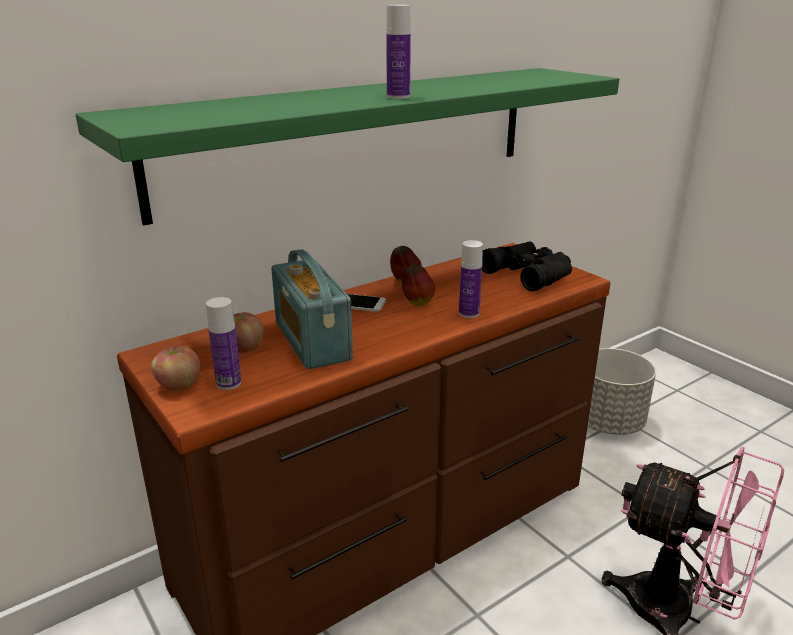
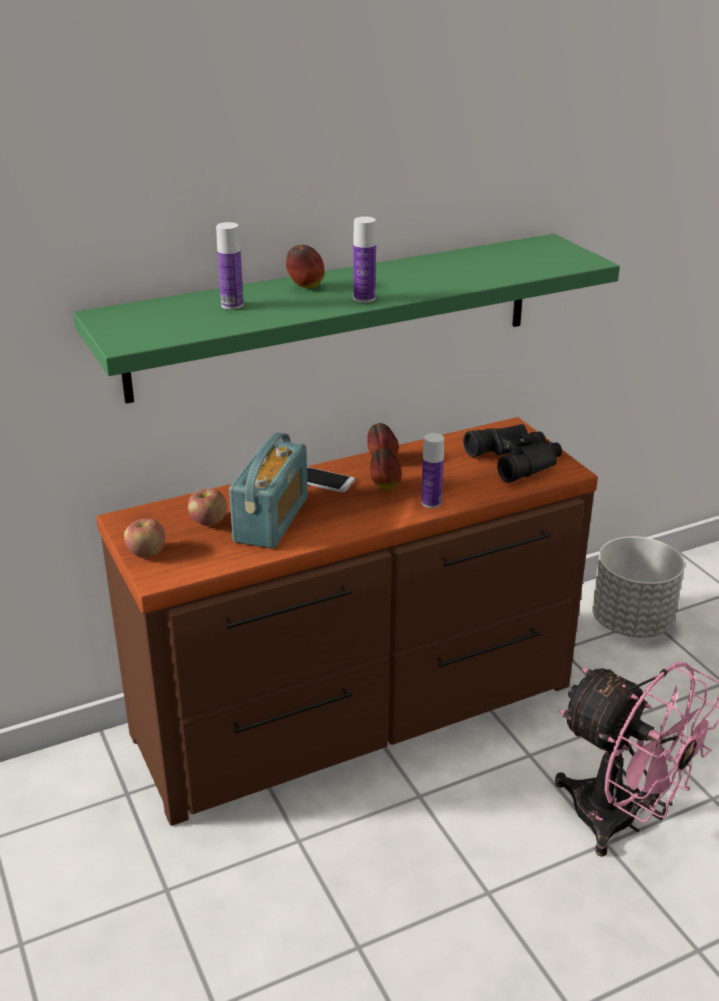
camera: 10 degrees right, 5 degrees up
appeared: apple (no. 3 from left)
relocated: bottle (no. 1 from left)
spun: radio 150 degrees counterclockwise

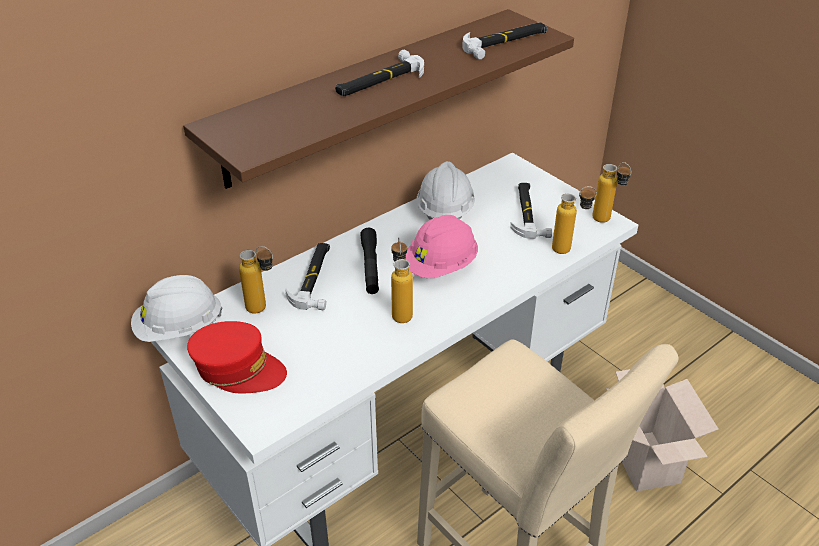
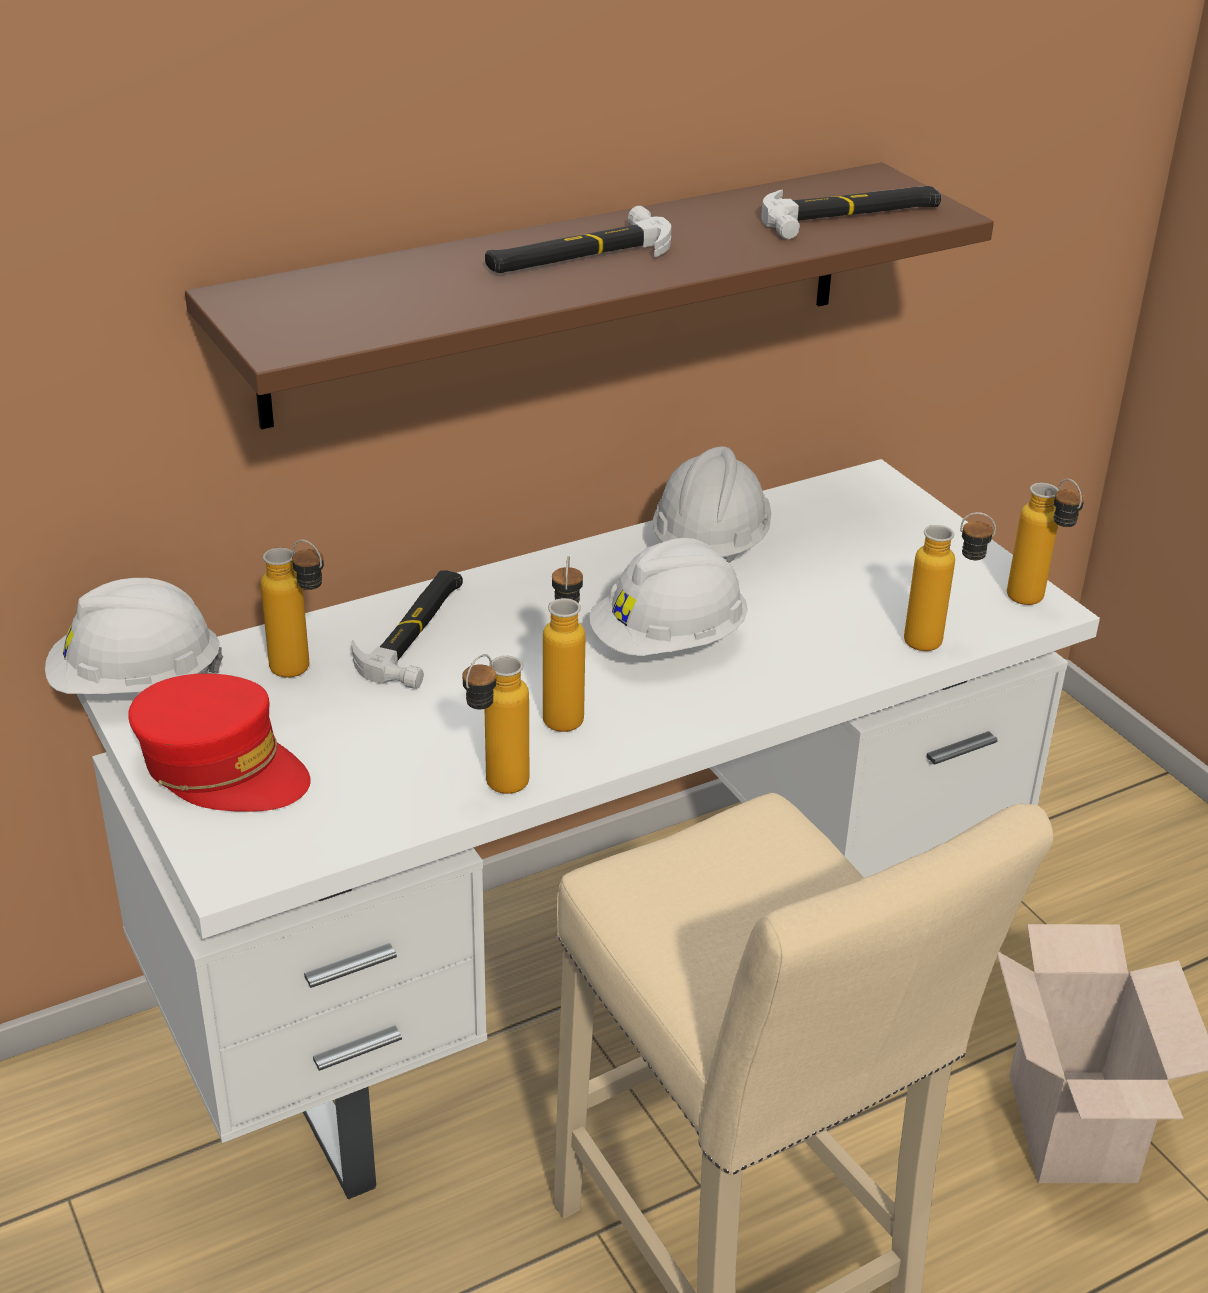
camera: 10 degrees right, 5 degrees down
missing: hammer (no. 4 from left); flashlight/black
appeared: bottle (no. 2 from left)
colour: hard hat/pink to hard hat/white (no. 2 from left)

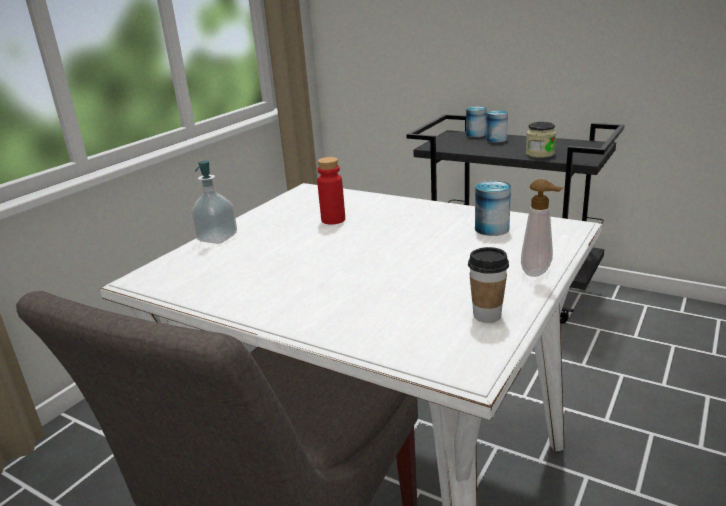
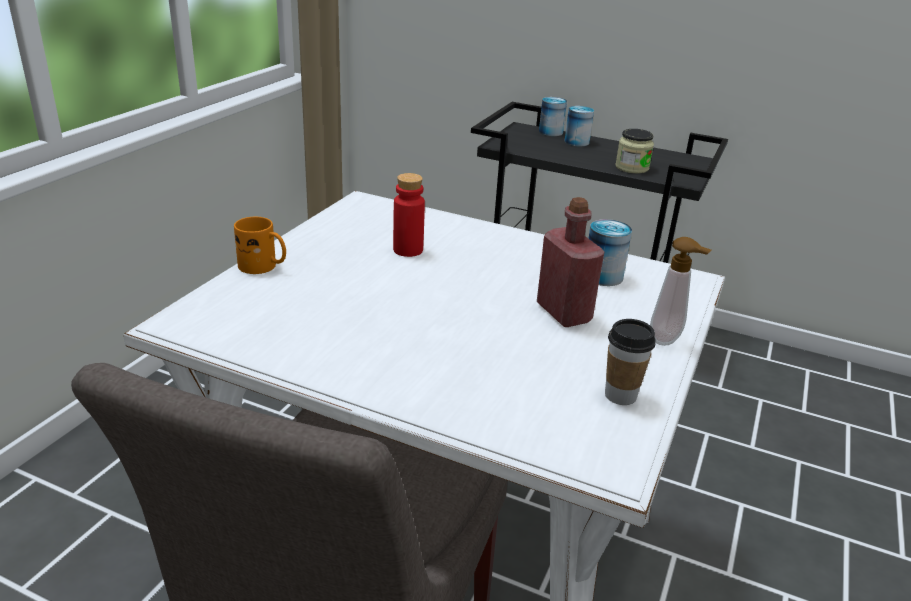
camera: 10 degrees left, 5 degrees up
appeared: bottle/red (no. 2 from left)
exchanged: soap dispenser (no. 1 from left) to mug/orange

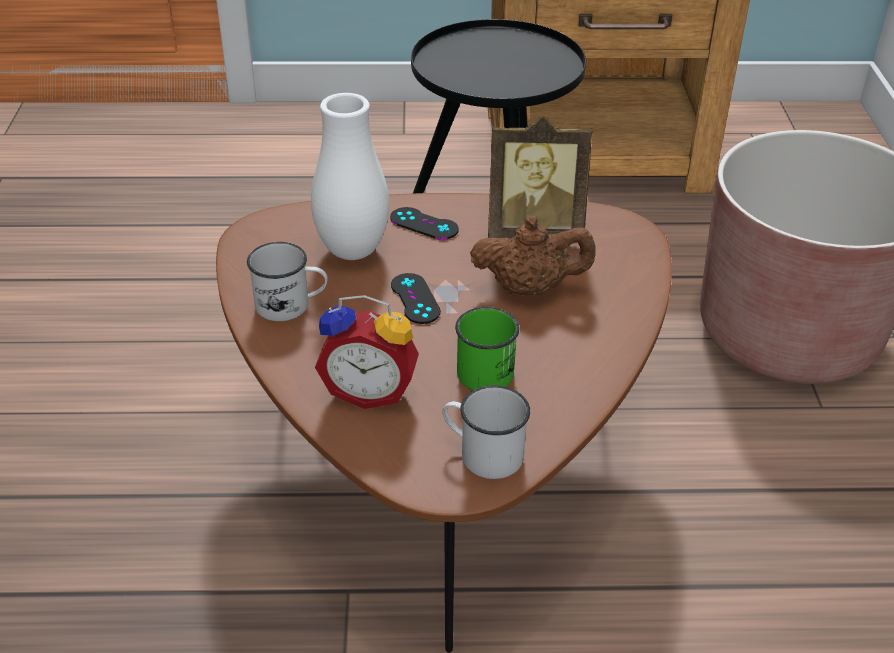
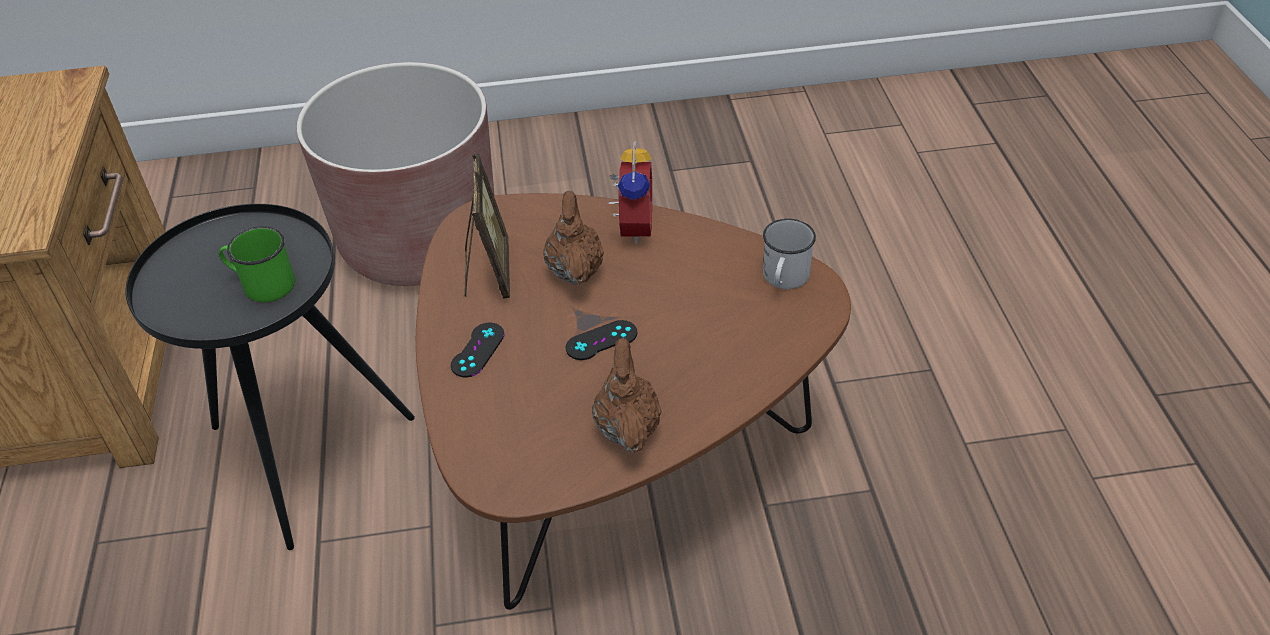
camera: 95 degrees left, 5 degrees up
missing: vase/white
relocated: alarm clock; mug/green
exchanged: mug/white (no. 1 from left) to teapot/brown (no. 2 from left)

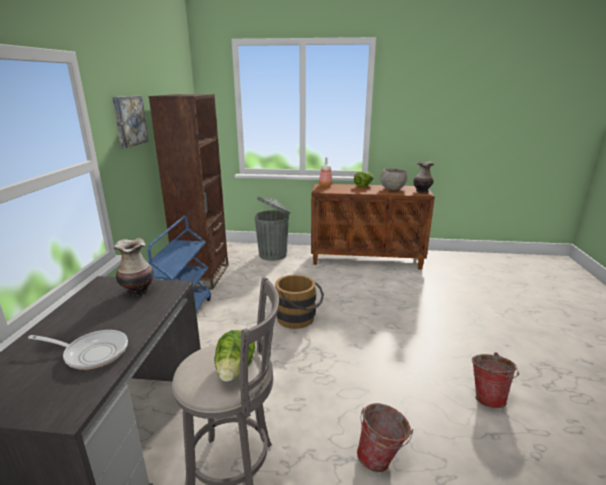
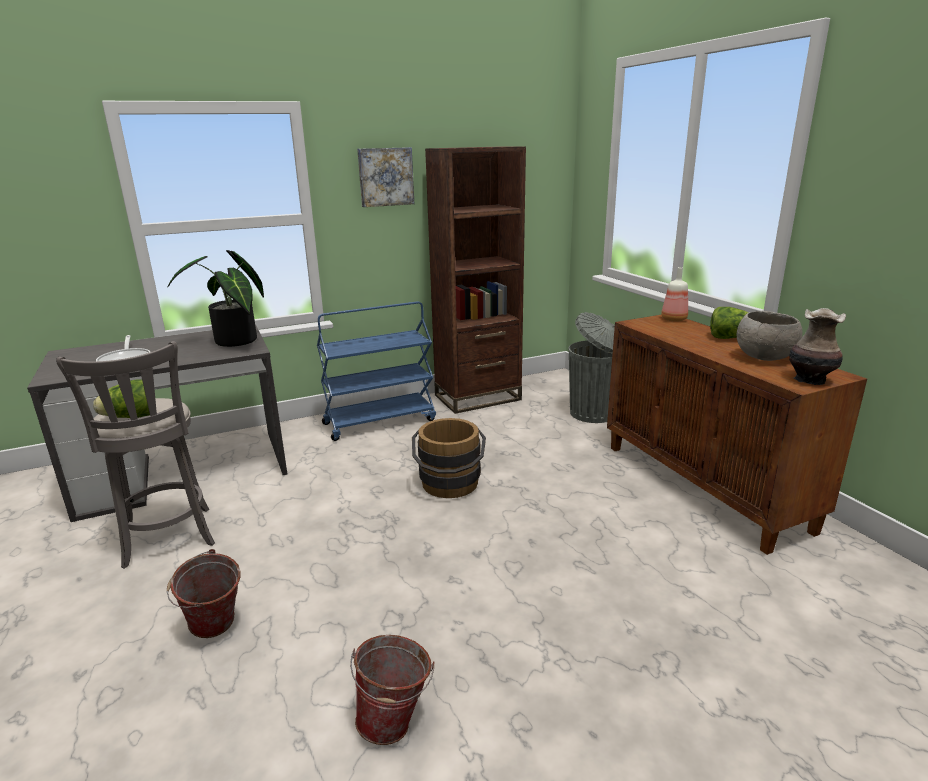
camera: 60 degrees right, 0 degrees up
exchanged: vase (no. 1 from left) to potted plant

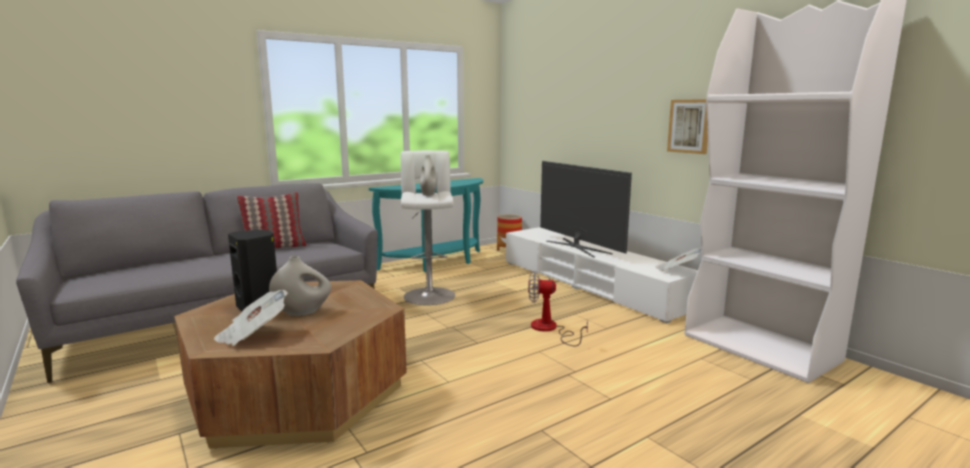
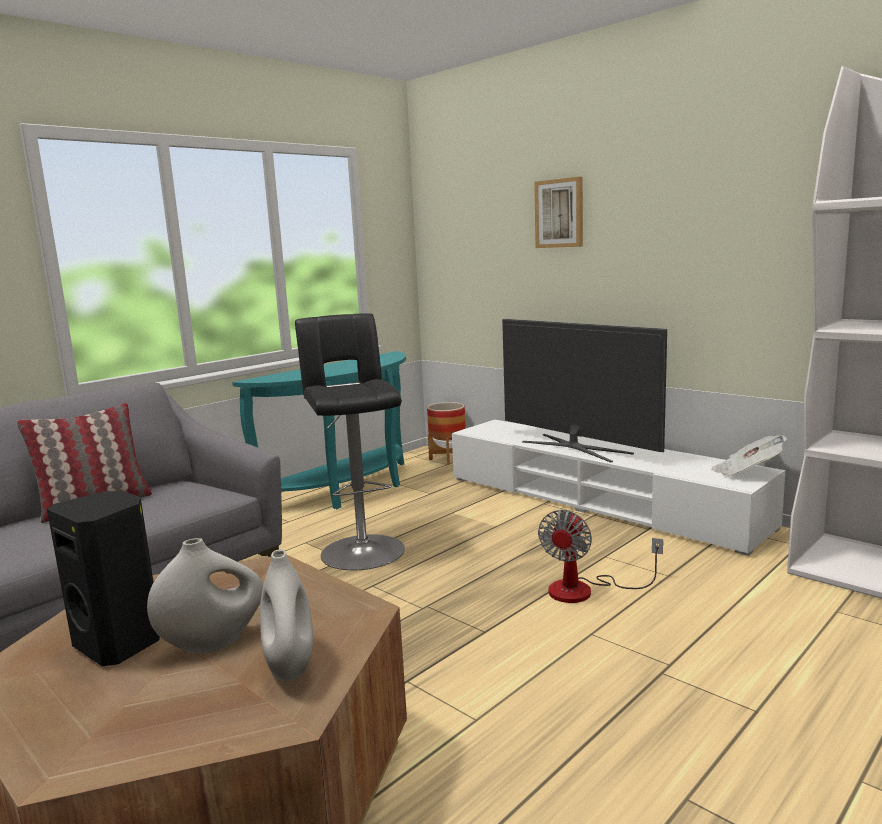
camera: 10 degrees left, 0 degrees up
missing: newspaper (no. 1 from left)
relocated: picture; vase/white (no. 2 from left)
colour: stool/white to stool/black
spun: fan 60 degrees counterclockwise

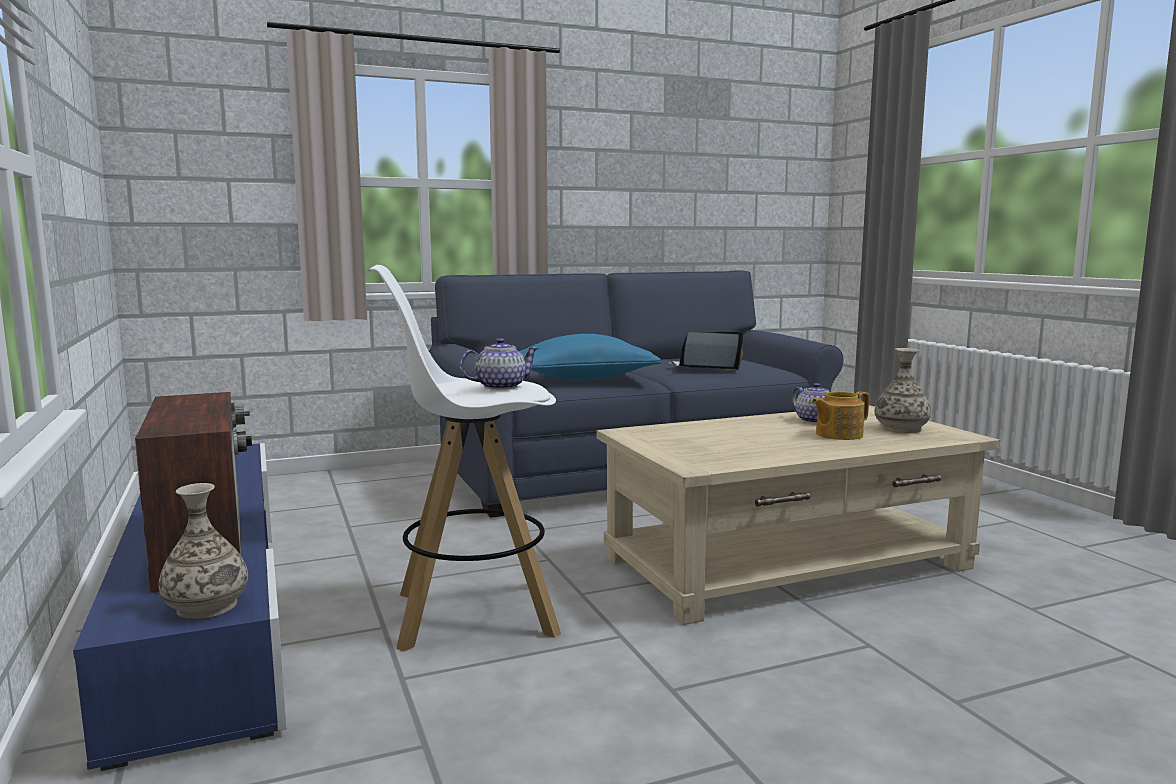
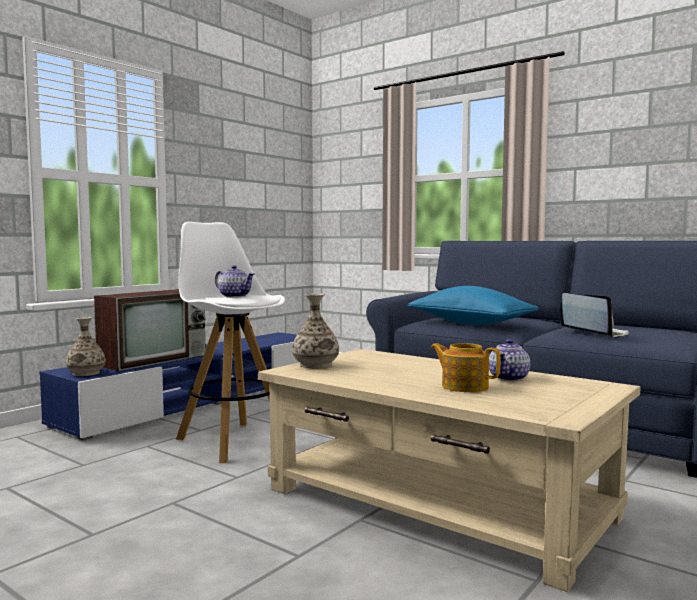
camera: 60 degrees right, 5 degrees down
relocated: vase (no. 2 from left)

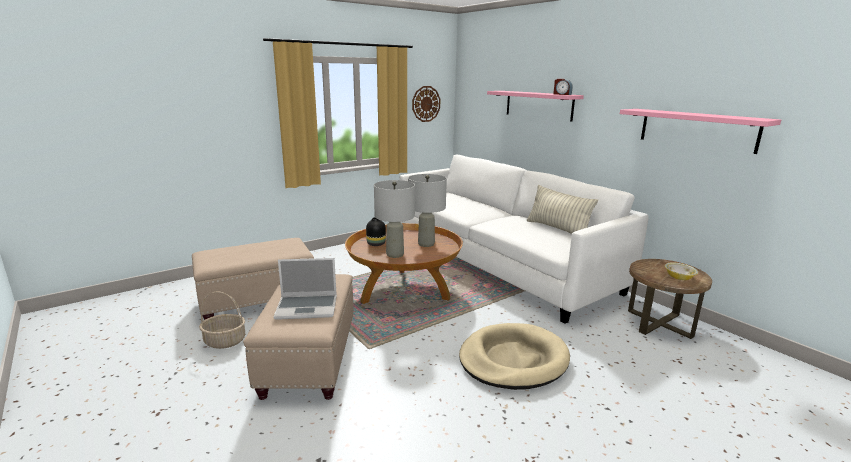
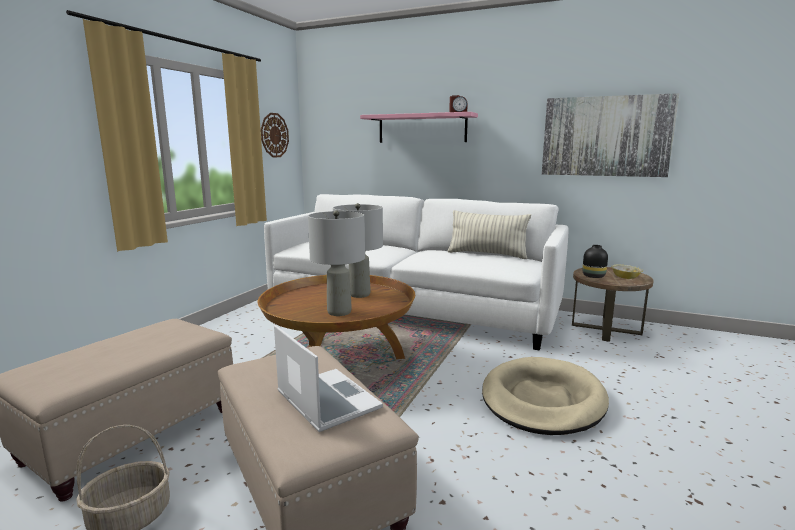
camera: 30 degrees left, 5 degrees down
relocated: vase/black
exchanged: shelf/pink (no. 2 from left) to picture
spun: laptop 90 degrees counterclockwise

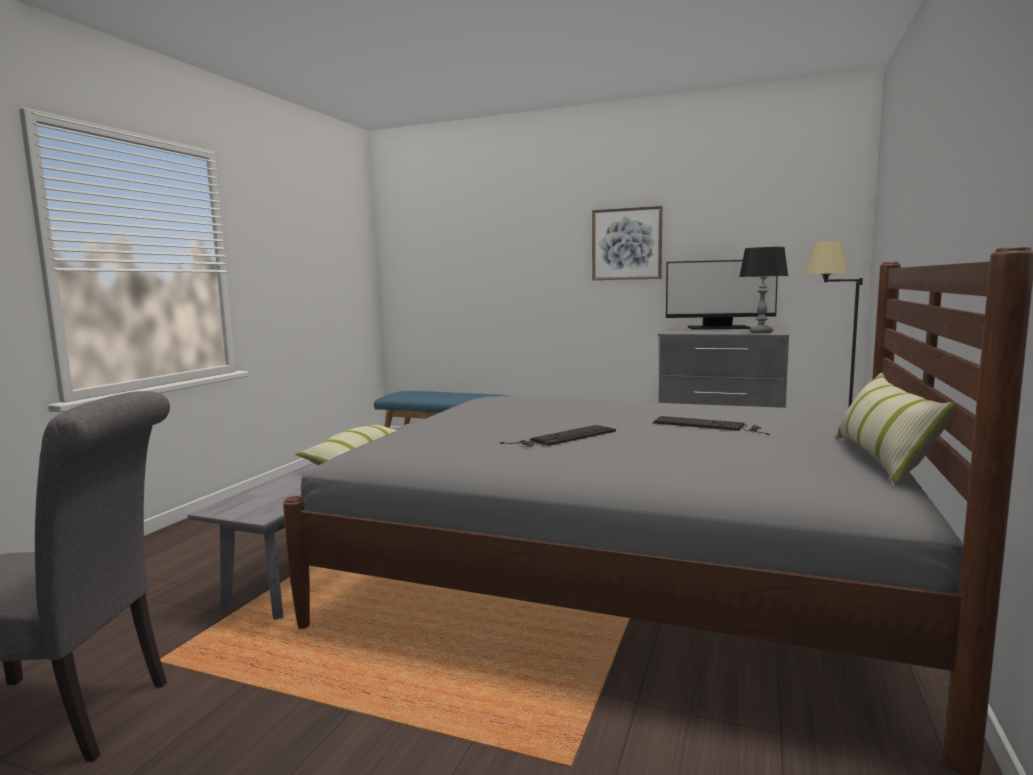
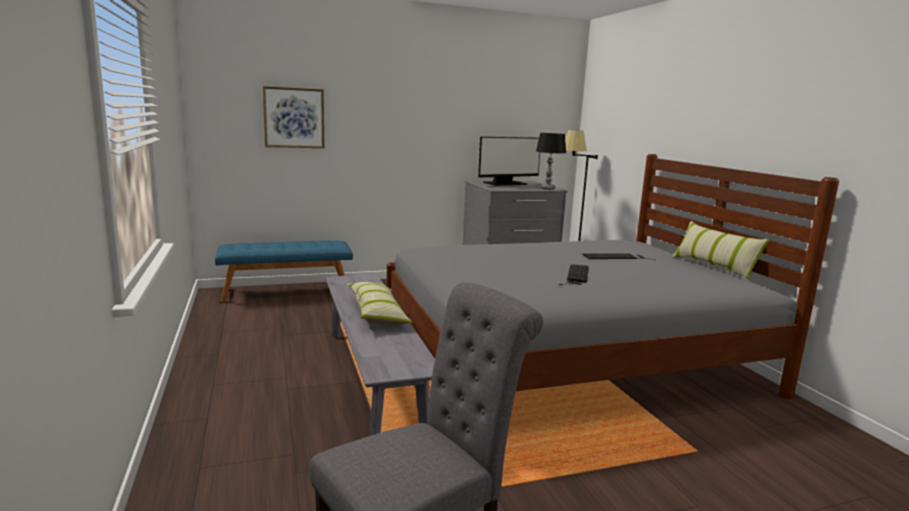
camera: 40 degrees left, 5 degrees up
relocated: picture

